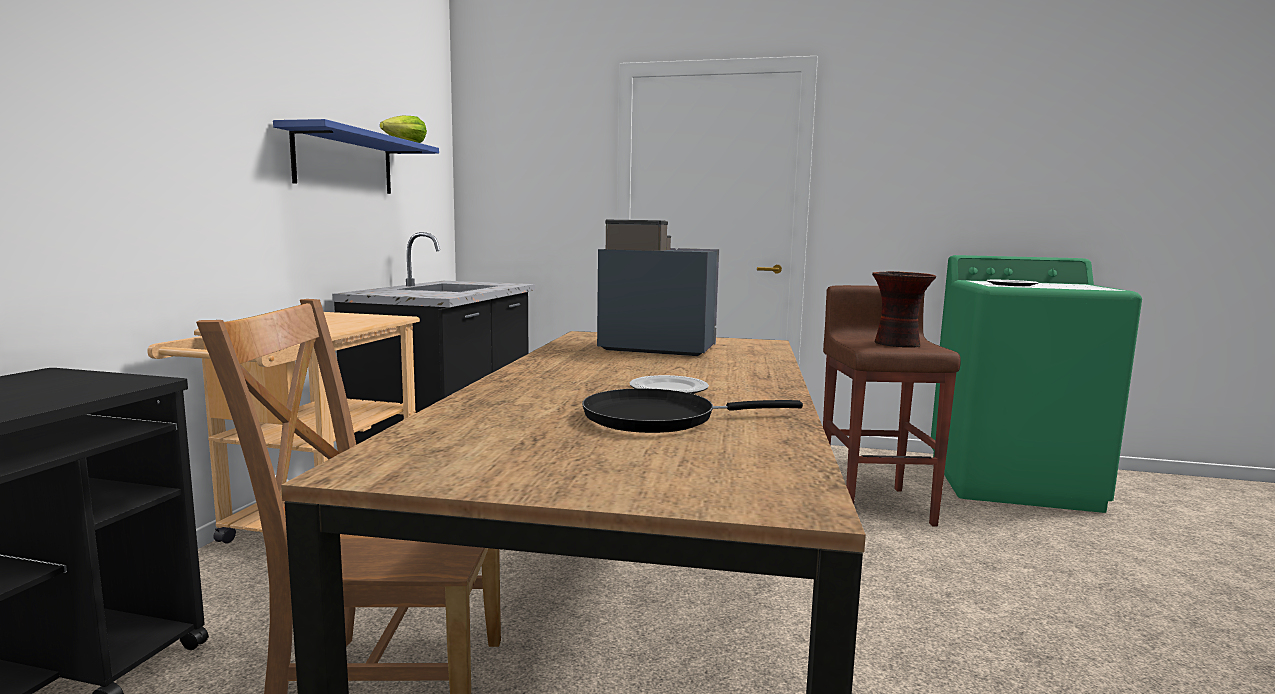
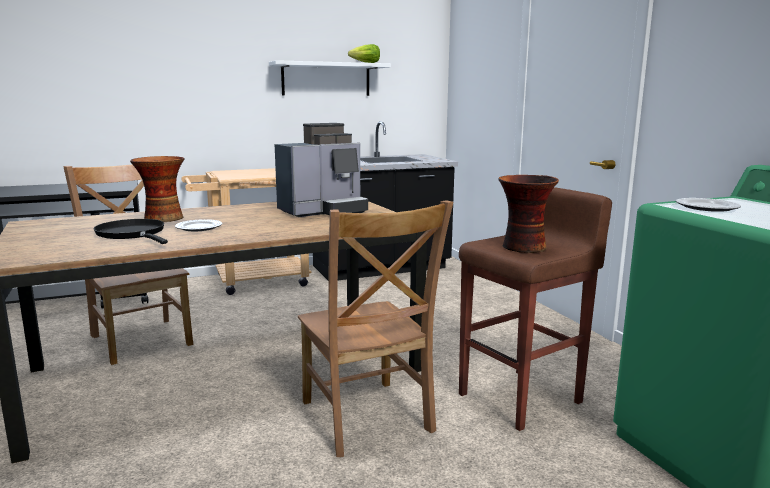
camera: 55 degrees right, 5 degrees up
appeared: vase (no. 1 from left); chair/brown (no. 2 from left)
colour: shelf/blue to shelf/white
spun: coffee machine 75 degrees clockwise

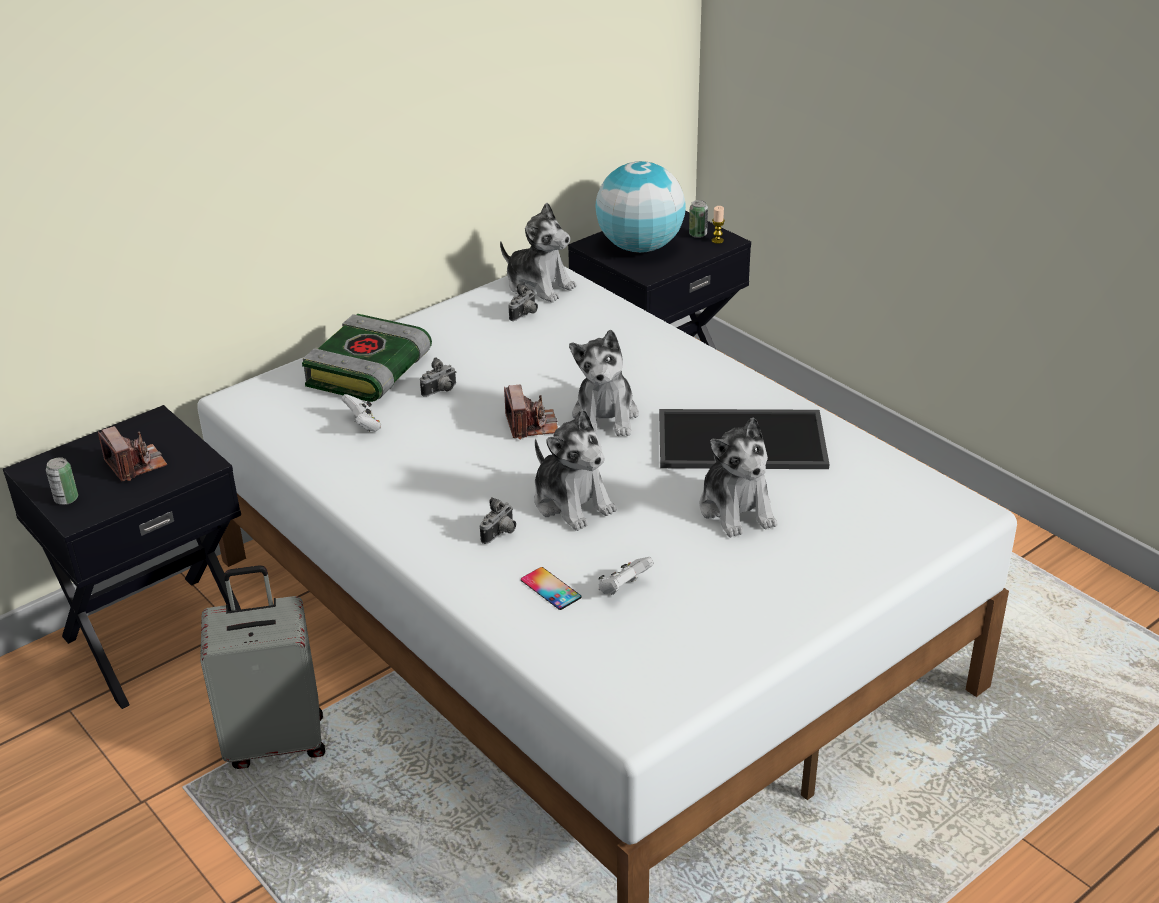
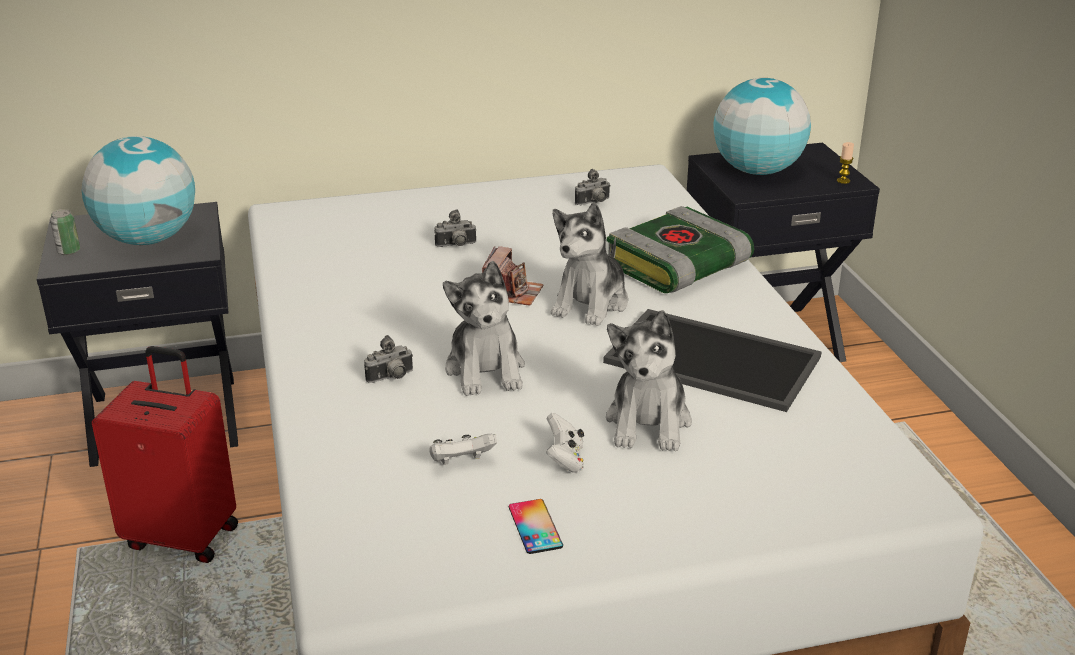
camera: 25 degrees right, 5 degrees down
missing: can (no. 2 from left); plush toy (no. 1 from left)
relocated: book; game controller/white (no. 1 from left in the first image) to game controller/white (no. 2 from left); phone
exchanged: photo camera (no. 1 from left) to globe (no. 1 from left)
colour: suitcase/grey to suitcase/red

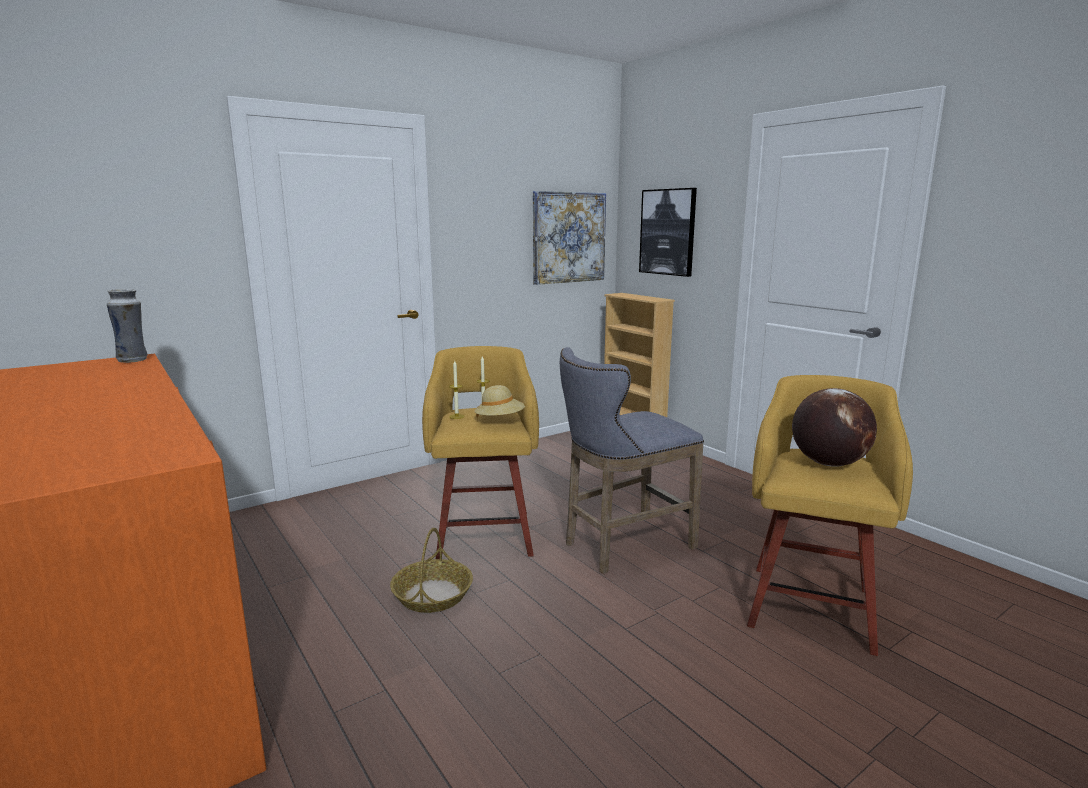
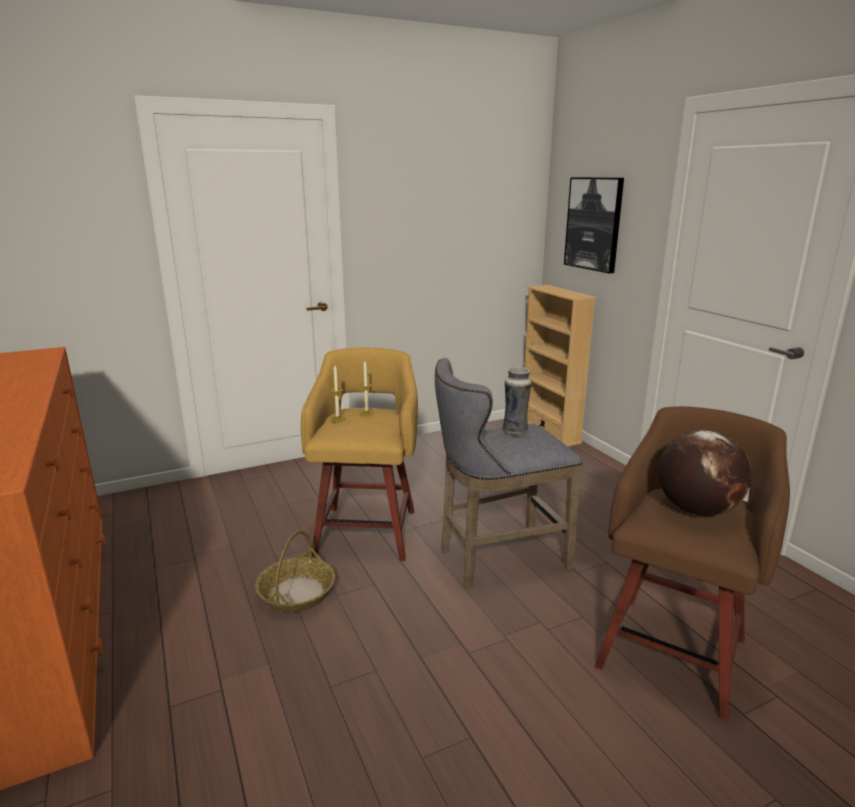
camera: 10 degrees right, 5 degrees up
missing: picture (no. 1 from left); hat/beige
relocated: vase
colour: stool/yellow (no. 2 from left) to stool/brown

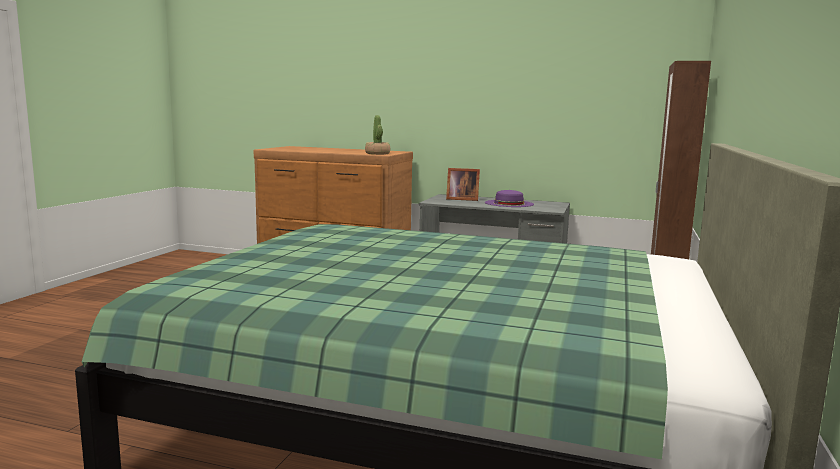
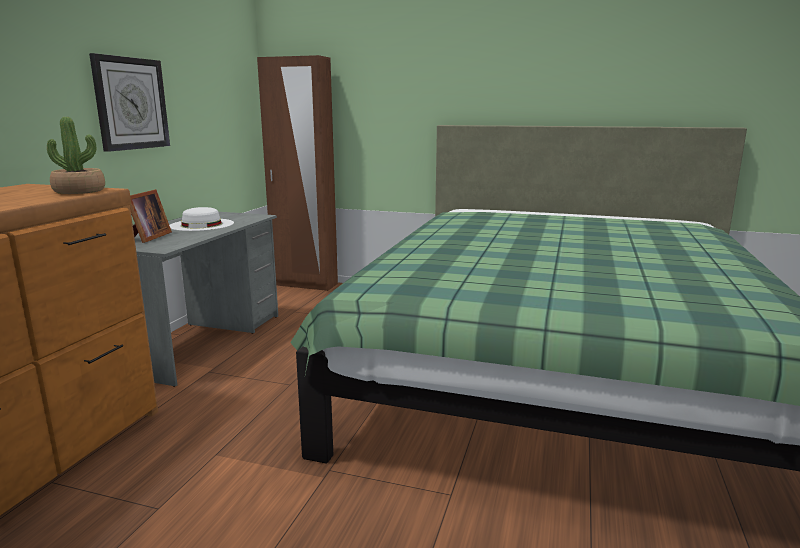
camera: 90 degrees left, 5 degrees up
appeared: wall clock
colour: hat/purple to hat/white

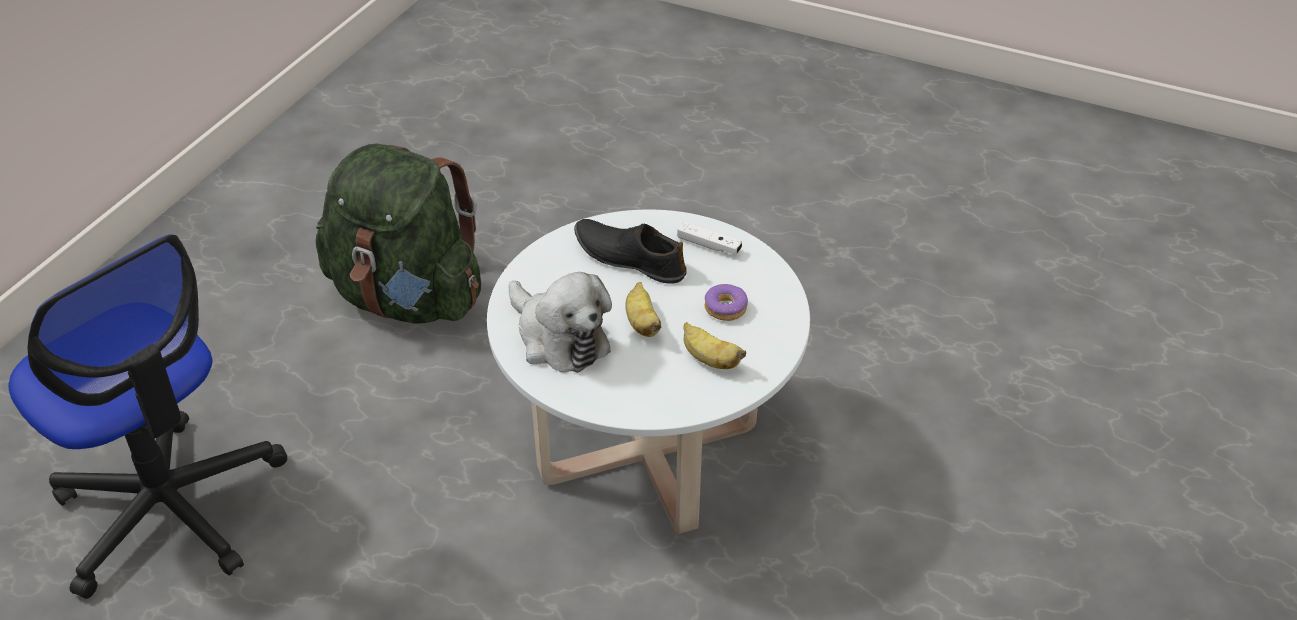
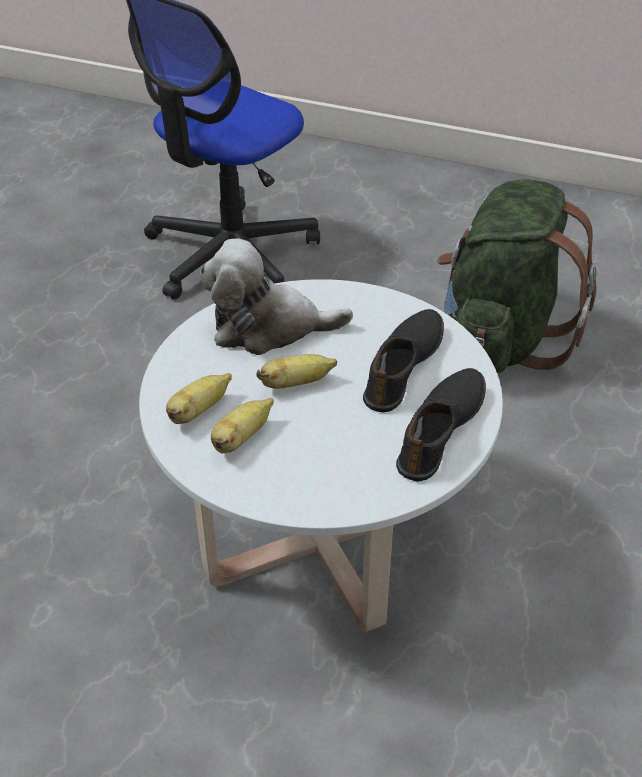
camera: 85 degrees right, 0 degrees up
missing: donut
appeared: banana (no. 1 from left)
exchanged: game controller/white to shoe/black (no. 2 from left)
spun: plush toy 45 degrees clockwise

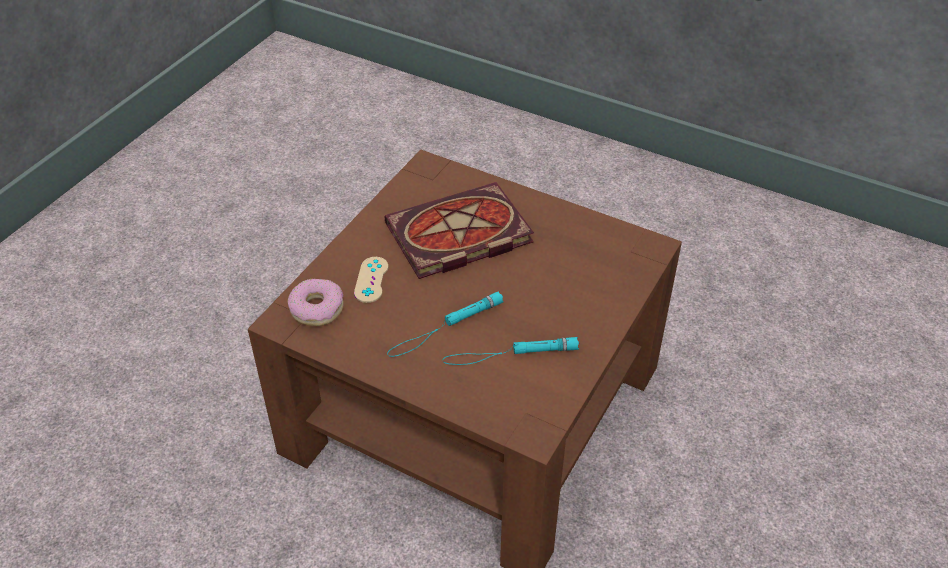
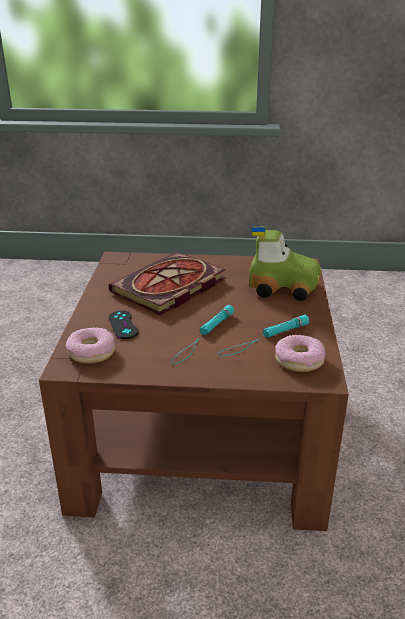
camera: 25 degrees left, 15 degrees down
appeared: toy car; donut (no. 2 from left)
colour: game controller/beige to game controller/black

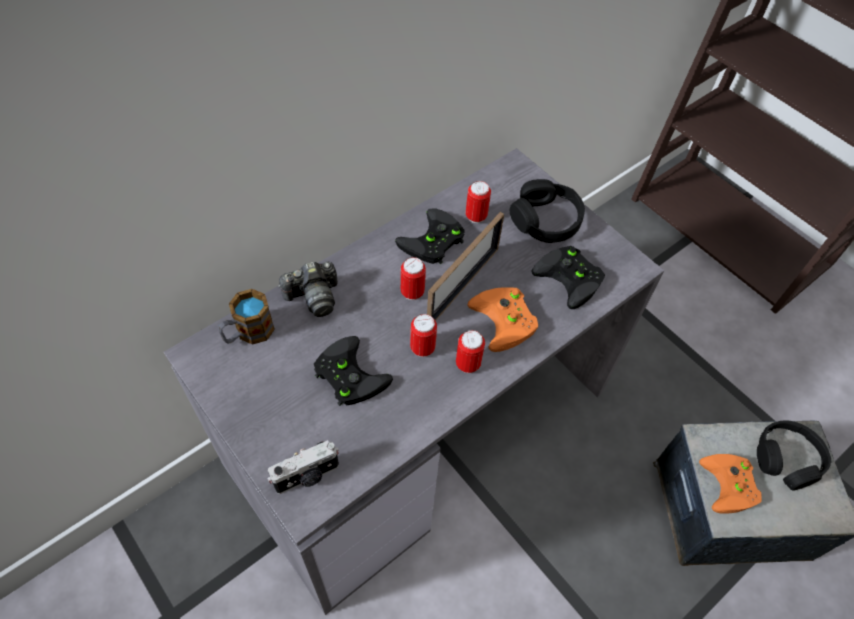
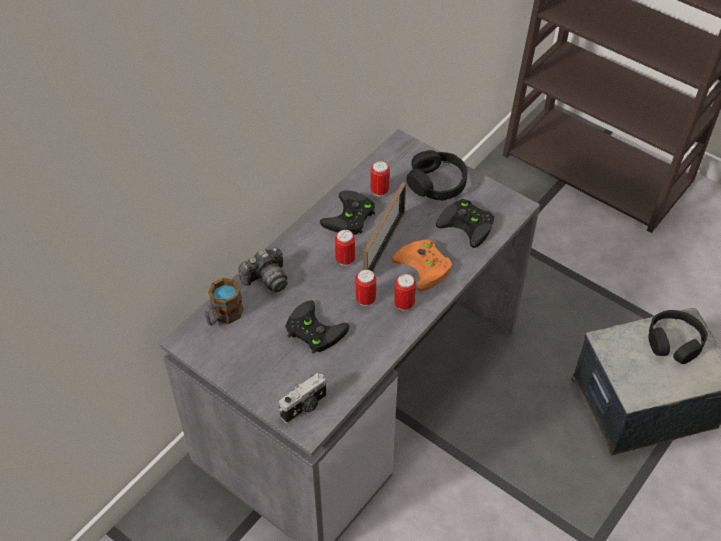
camera: 10 degrees left, 5 degrees down
missing: game controller/orange (no. 2 from left)

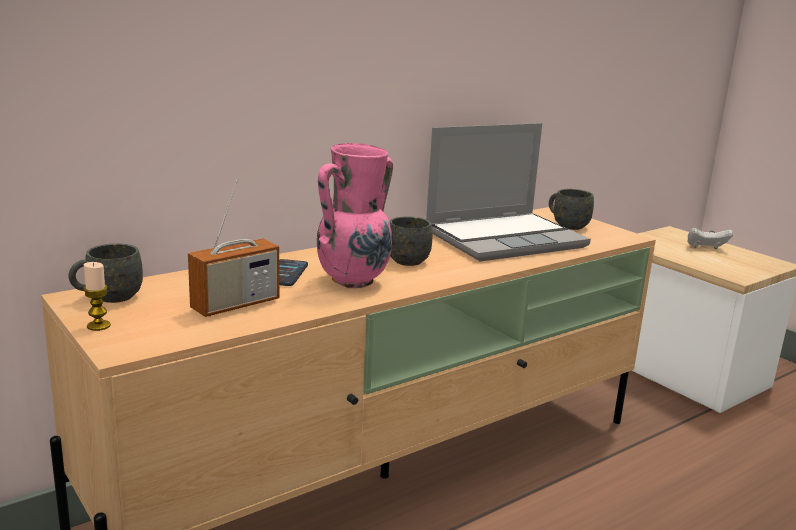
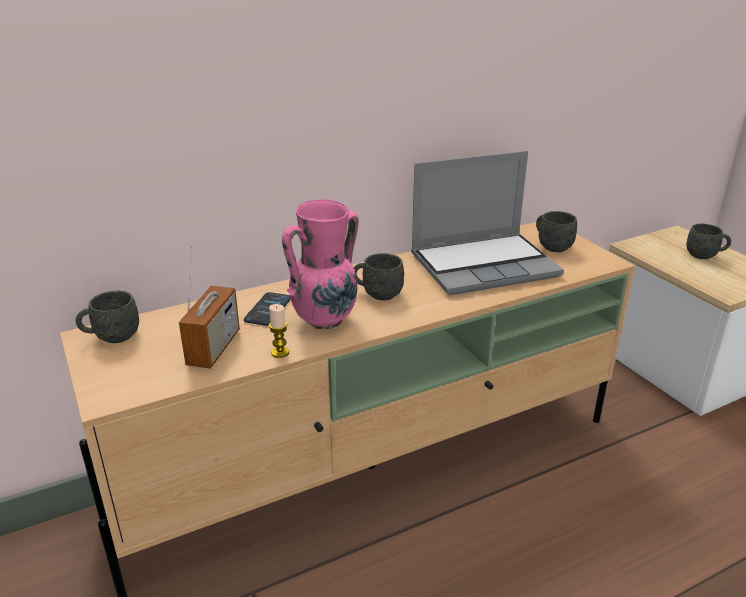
camera: 10 degrees right, 10 degrees up
relocated: candle
exchanged: game controller/white to mug/grey (no. 4 from left)
spun: radio 45 degrees counterclockwise

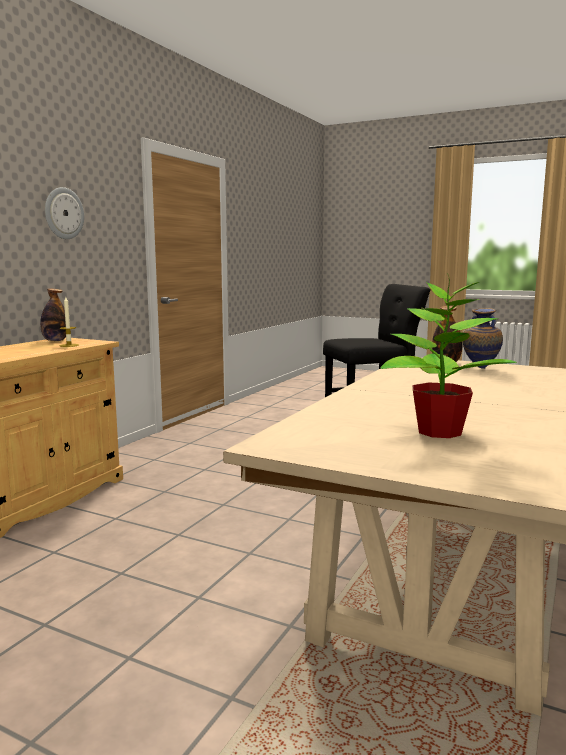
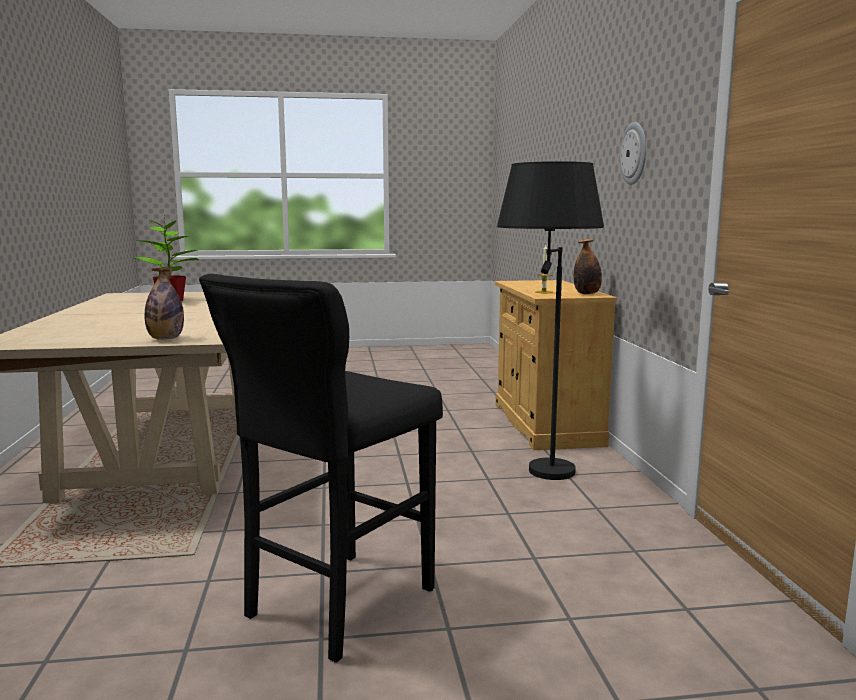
camera: 145 degrees right, 0 degrees up
missing: vase
appeared: floor lamp/black

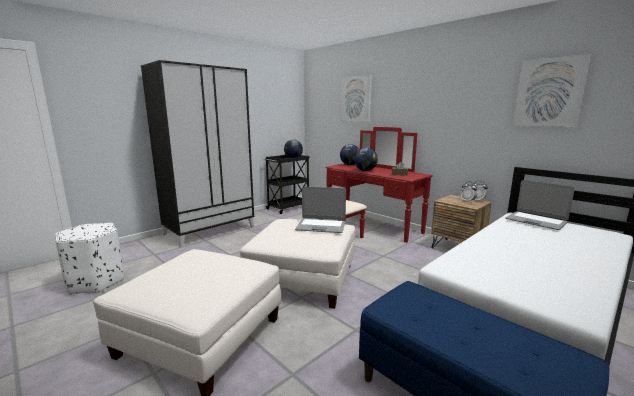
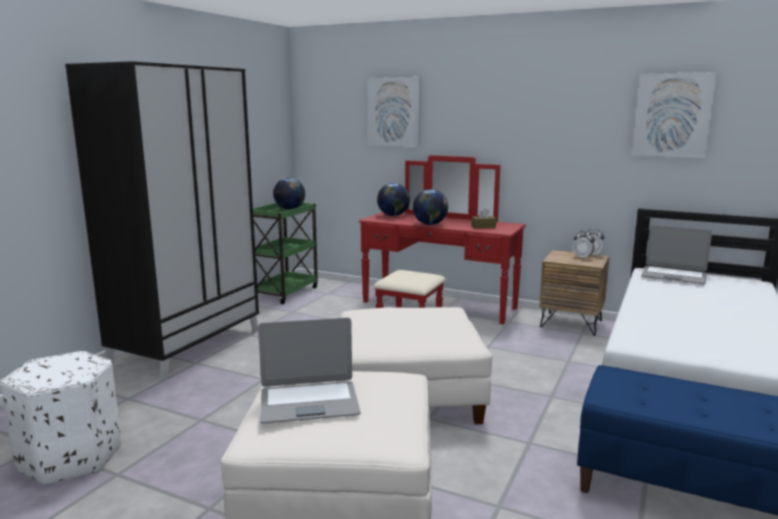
camera: 20 degrees left, 0 degrees up
relocated: laptop (no. 1 from left)
colour: cart/black to cart/green

